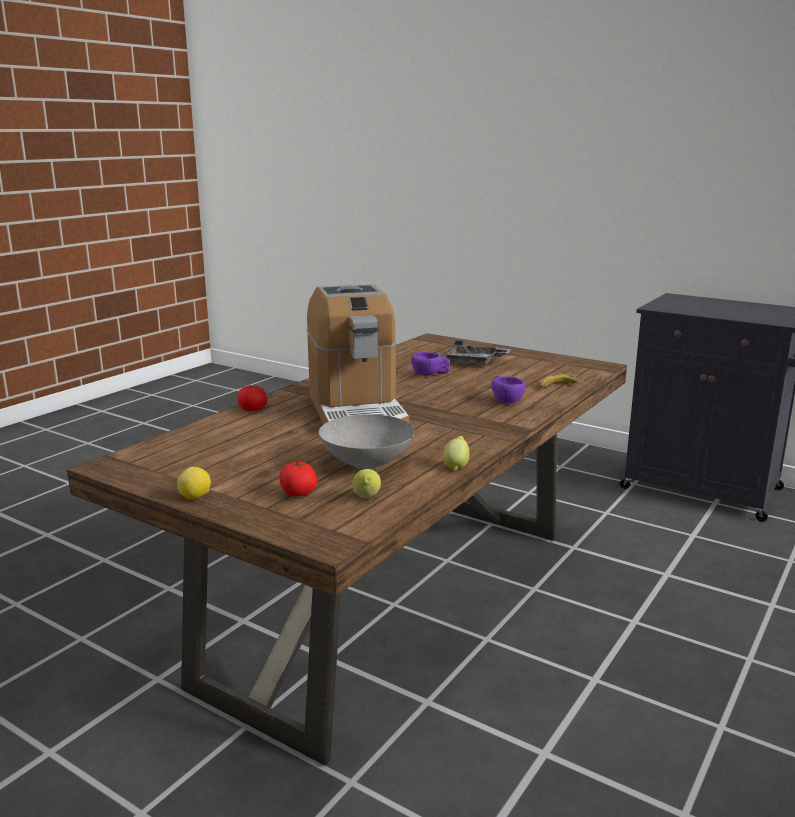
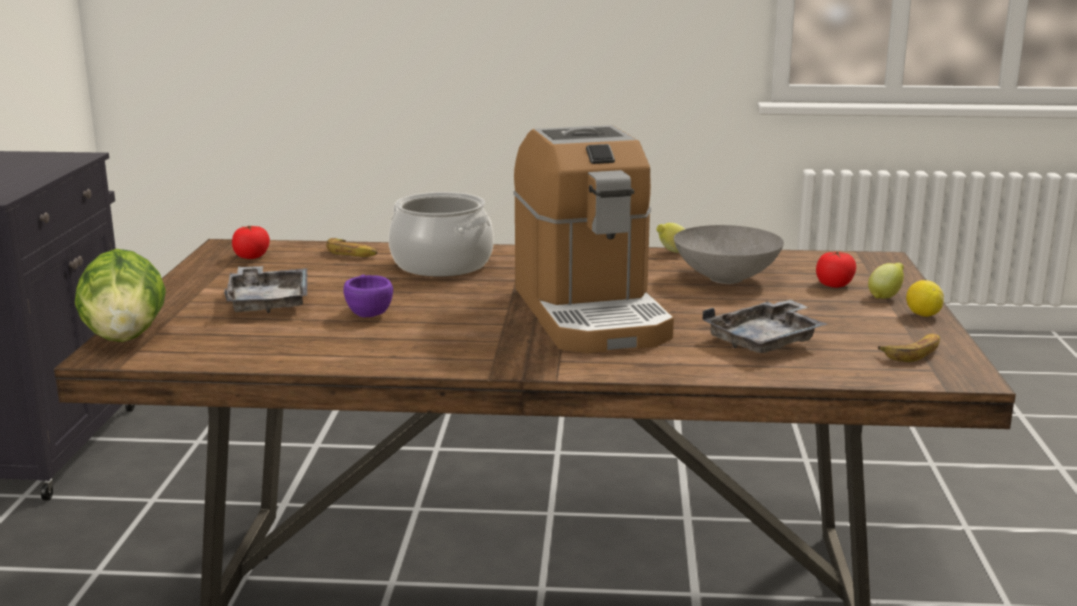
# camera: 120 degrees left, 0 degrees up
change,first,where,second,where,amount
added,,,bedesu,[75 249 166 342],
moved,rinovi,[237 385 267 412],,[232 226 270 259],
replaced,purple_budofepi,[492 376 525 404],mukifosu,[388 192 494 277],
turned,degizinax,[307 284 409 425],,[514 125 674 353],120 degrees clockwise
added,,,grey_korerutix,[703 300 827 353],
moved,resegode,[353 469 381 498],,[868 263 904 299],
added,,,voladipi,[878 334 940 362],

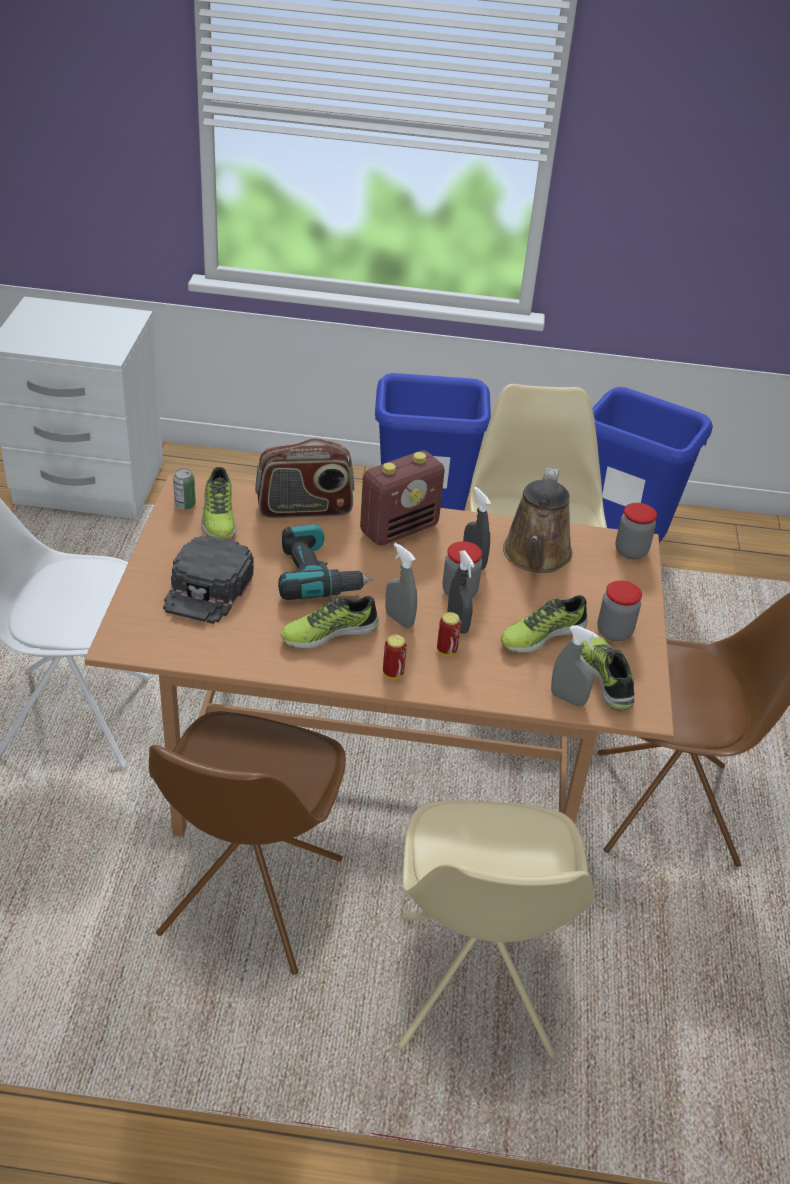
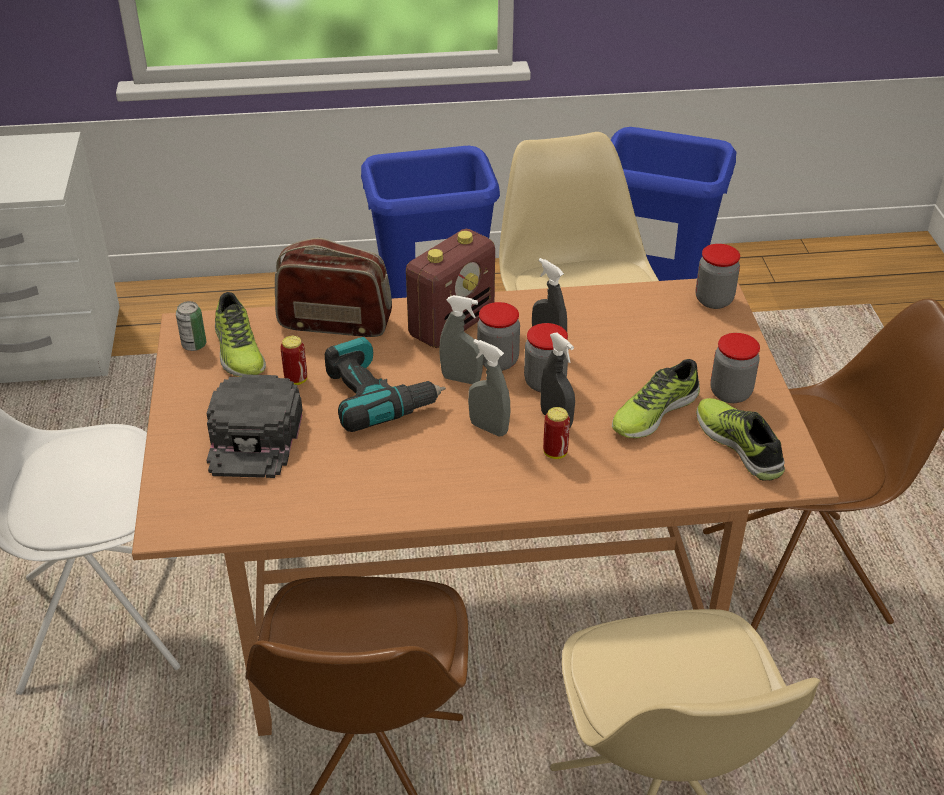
# camera: 10 degrees left, 0 degrees up
change,first,where,second,where,amount
turned,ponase,[255 438 354 518],,[275 238 392 337],150 degrees counterclockwise
moved,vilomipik,[383 634 407 679],,[280 336 307 385],
moved,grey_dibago,[551 625 599 707],,[439 295 483 384],
added,,,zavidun,[477 302 520 371],
removed,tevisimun,[281 596 379 649],,,
removed,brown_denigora,[503 468 573 573],,,

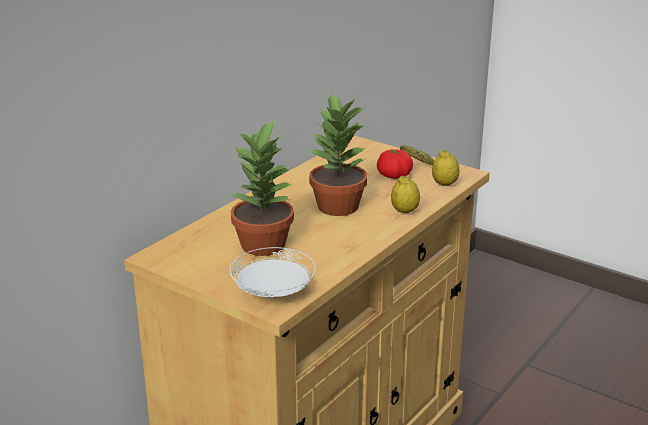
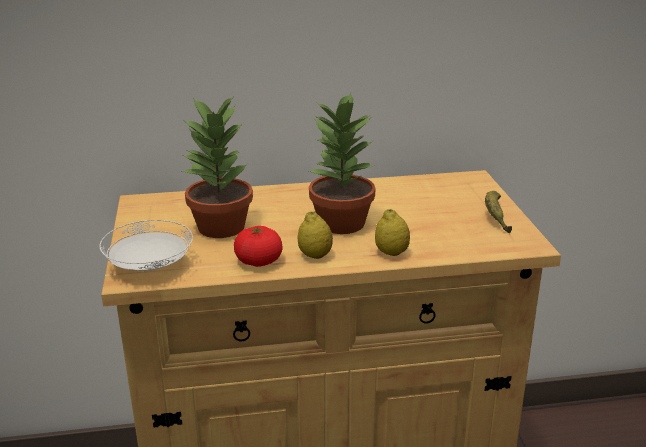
# camera: 45 degrees right, 0 degrees up
change,first,where,second,where,amount
moved,rinovi,[377 149 413 179],,[234 226 282 267],
moved,resegode,[432 150 460 186],,[298 211 333 259],

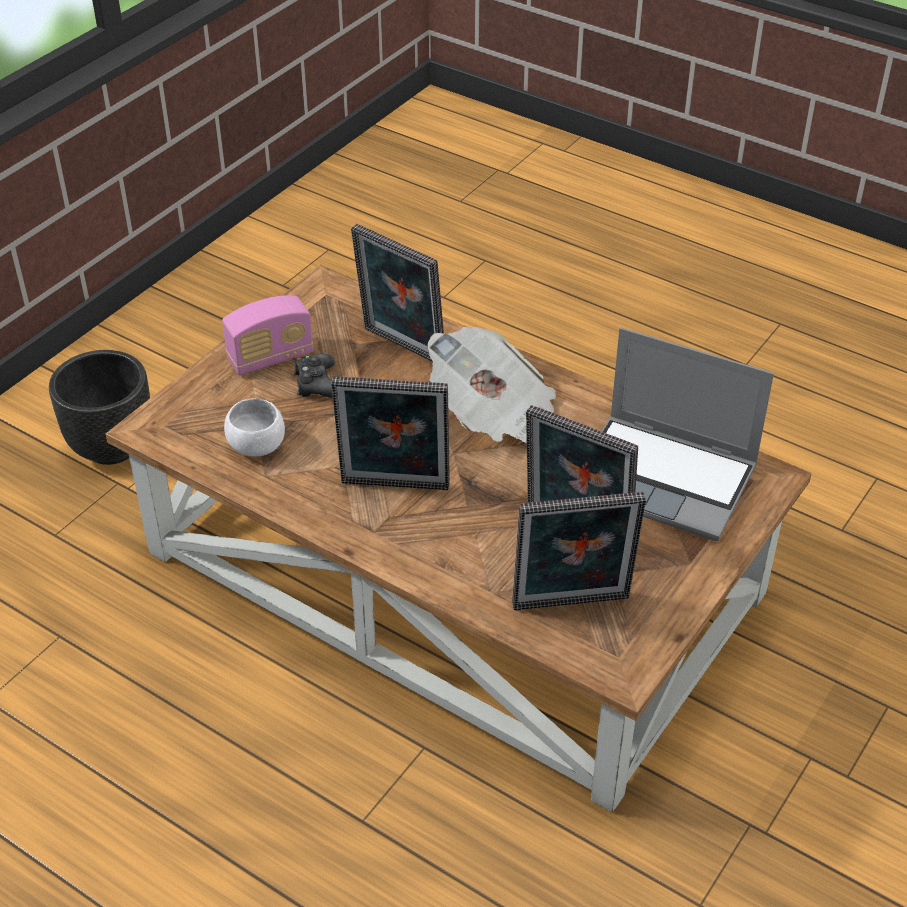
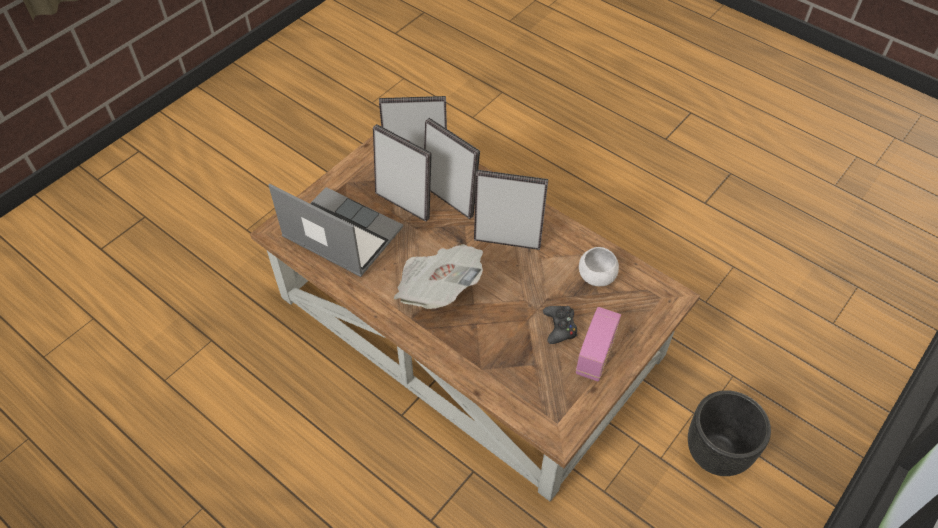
# camera: 175 degrees left, 10 degrees up
change,first,where,second,where,amount
moved,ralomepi,[351 224 444 362],,[424 118 480 219],
turned,ponase,[222 295 313 375],,[576 307 621 381],135 degrees clockwise

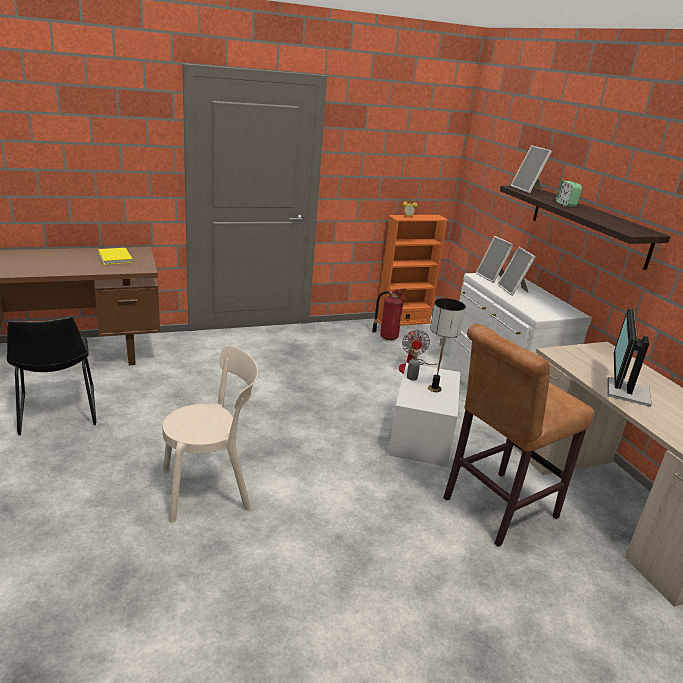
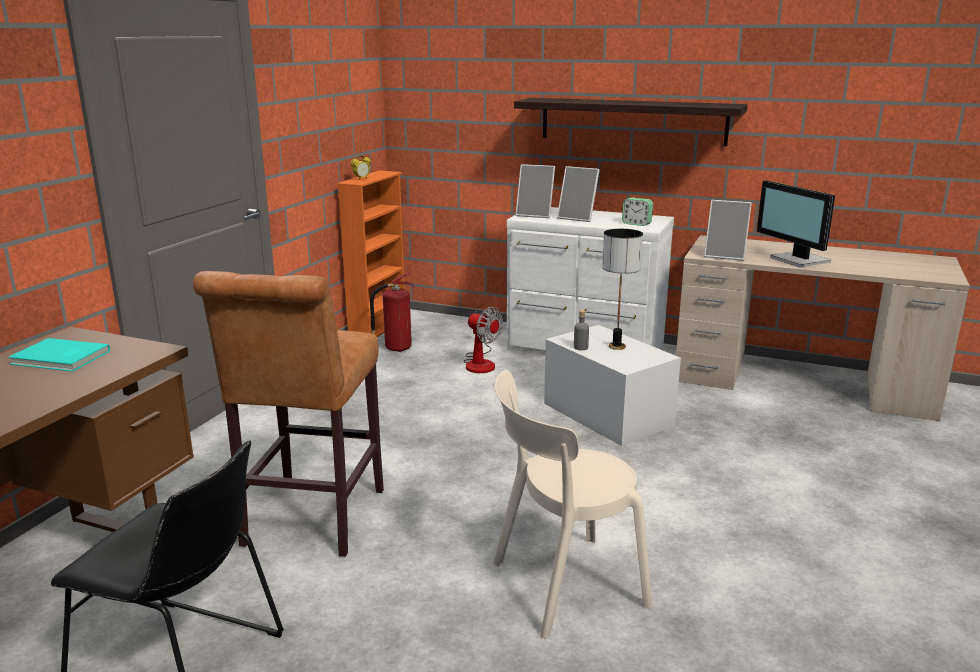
# camera: 45 degrees left, 5 degrees down
change,first,where,second,where,amount
recoloured,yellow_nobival,[98 248 133 265],turquoise_nobival,[8 338 110 372],
moved,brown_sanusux,[443 323 594 547],,[193 271 384 557],
turned,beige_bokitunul,[163 345 258 523],,[493 370 652 639],135 degrees counterclockwise
moved,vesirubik,[556 181 582 207],,[622 197 653 226],
moved,ralomepi,[511 145 552 193],,[704 200 752 261],

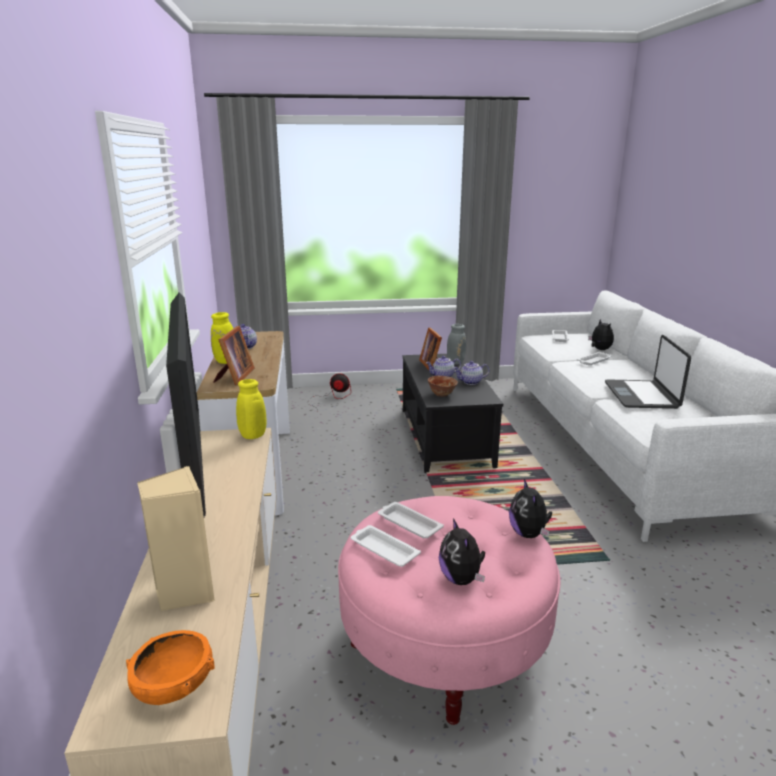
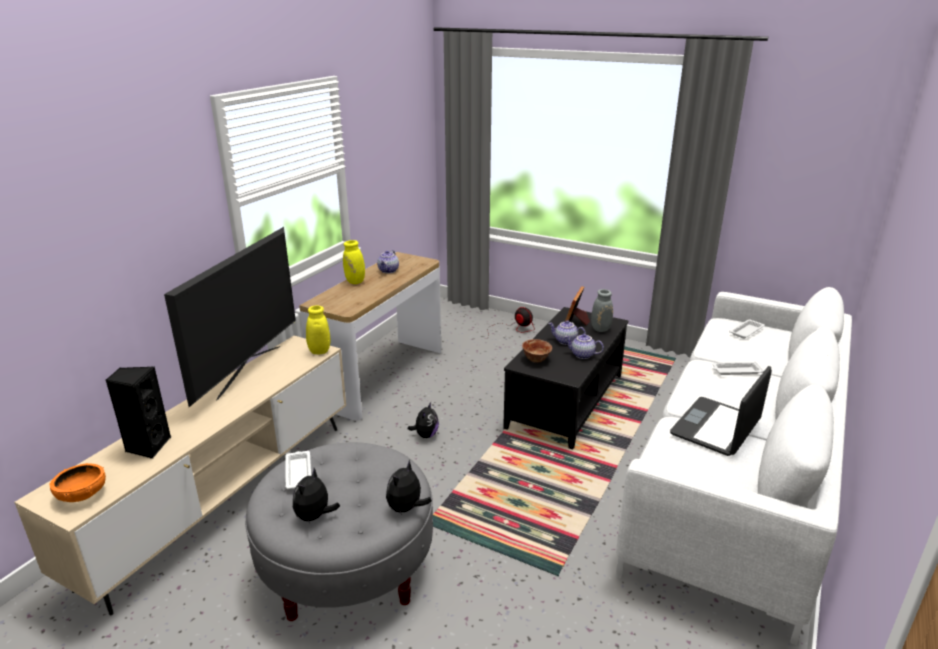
# camera: 35 degrees right, 5 degrees up
change,first,where,second,where,amount
recoloured,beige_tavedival,[137 466 215 611],black_tavedival,[105 366 171 459],
recoloured,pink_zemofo,[338 496 561 725],grey_zemofo,[245 442 433 621],
moved,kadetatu,[588 319 614 350],,[408 402 439 438],
removed,ralomepi,[213 326 255 385],,,
removed,white_korerutix,[378 502 444 538],,,

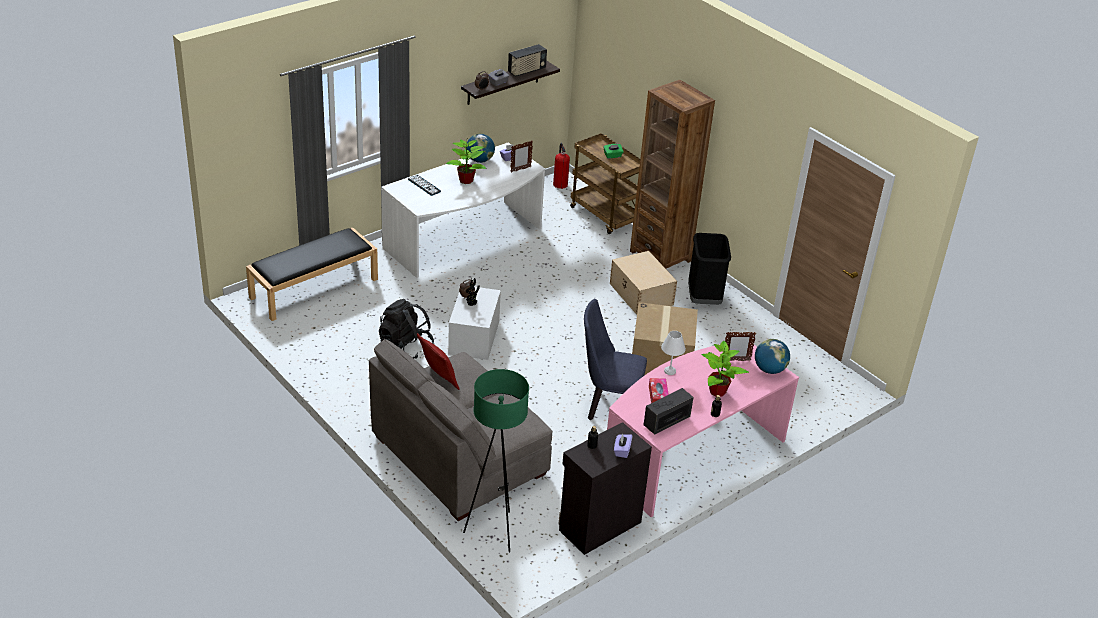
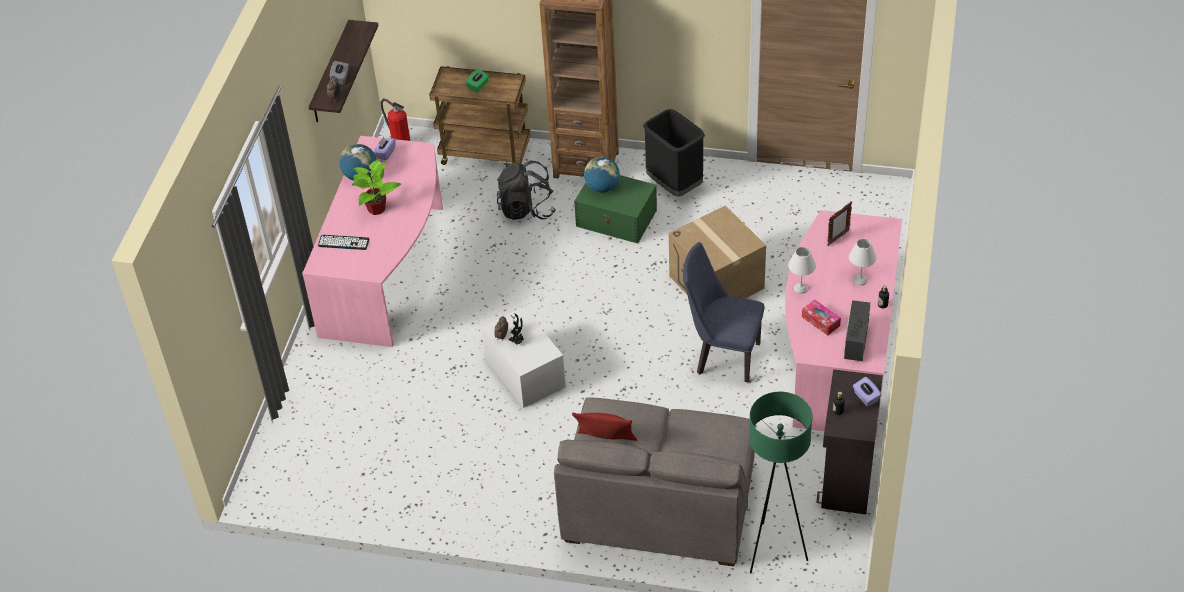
# camera: 35 degrees left, 10 degrees up
change,first,where,second,where,amount
recoloured,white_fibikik,[381 142 545 278],pink_fibikik,[302 136 443 347],
moved,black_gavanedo,[379 299 434 359],,[497 160 556 220],
recoloured,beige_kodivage,[610 251 677 315],green_kodivage,[574 175 657 244],
moved,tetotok,[755 339 790 374],,[584 157 620 193],
turned,blue_bokitunul,[584 299 647 420],,[683 242 764 383],45 degrees clockwise
replaced,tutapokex,[702 341 749 397],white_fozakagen,[849 238 876 286],
removed,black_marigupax,[246 228 378 321],,,
removed,ponase,[508 44 547 77],,,
removed,ralomepi,[510 140 533 173],,,

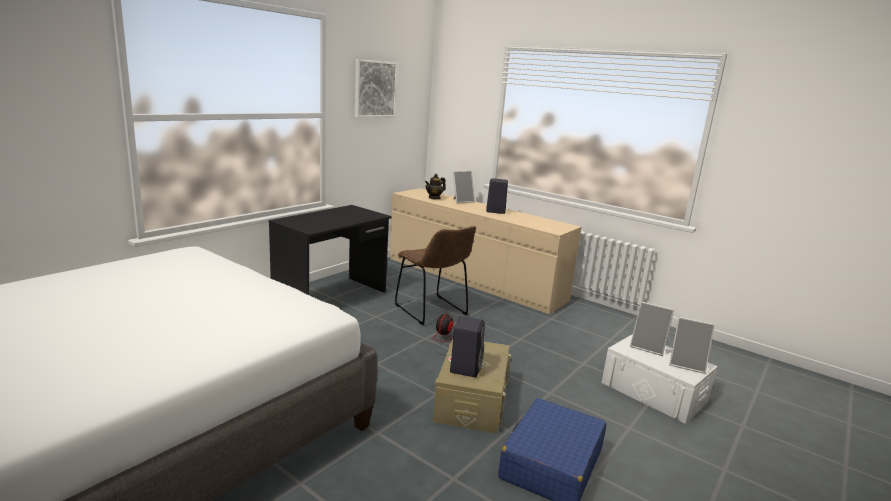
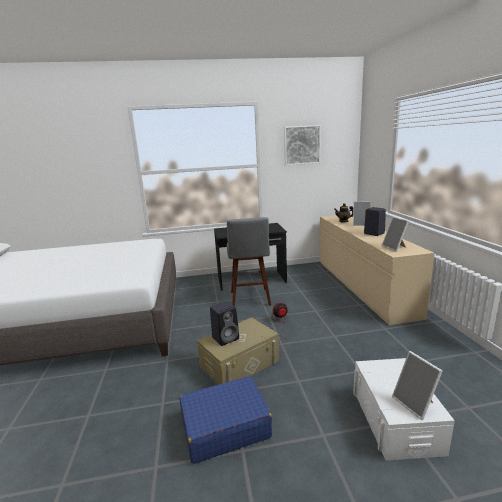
# camera: 45 degrees right, 0 degrees up
change,first,where,second,where,amount
added,,,grey_sanusux,[227 217 271 306],
moved,ralomepi,[630 301 674 356],,[382 217 409 252],
removed,brown_bokitunul,[395 226 476 325],,,

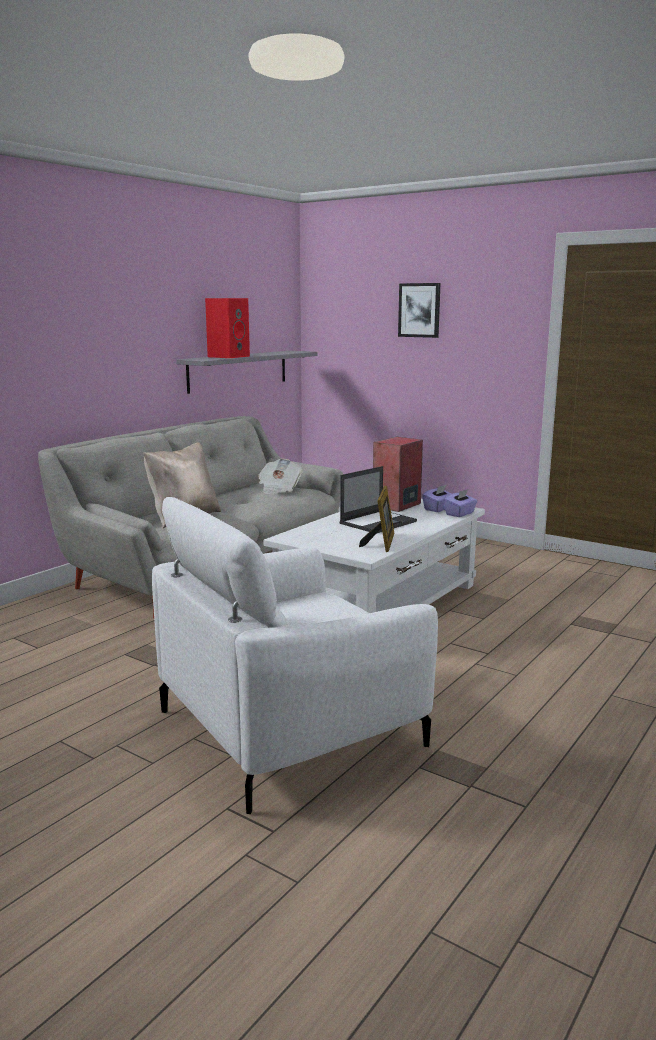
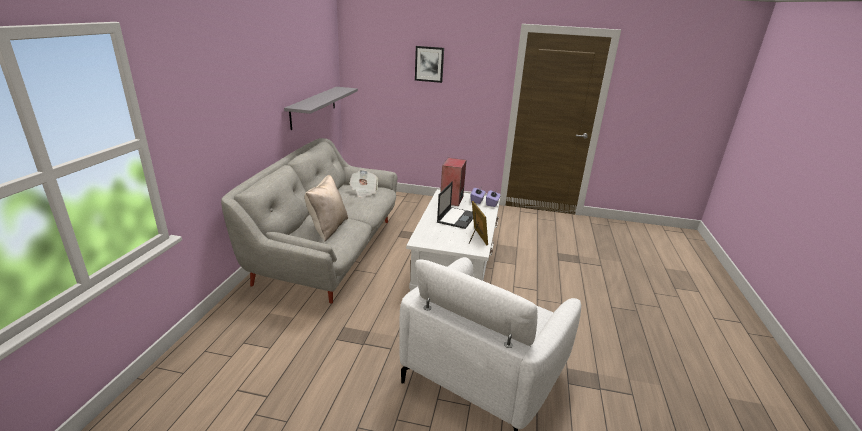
# camera: 25 degrees left, 10 degrees up
change,first,where,second,where,amount
removed,red_tavedival,[205 298 250 358],,,

